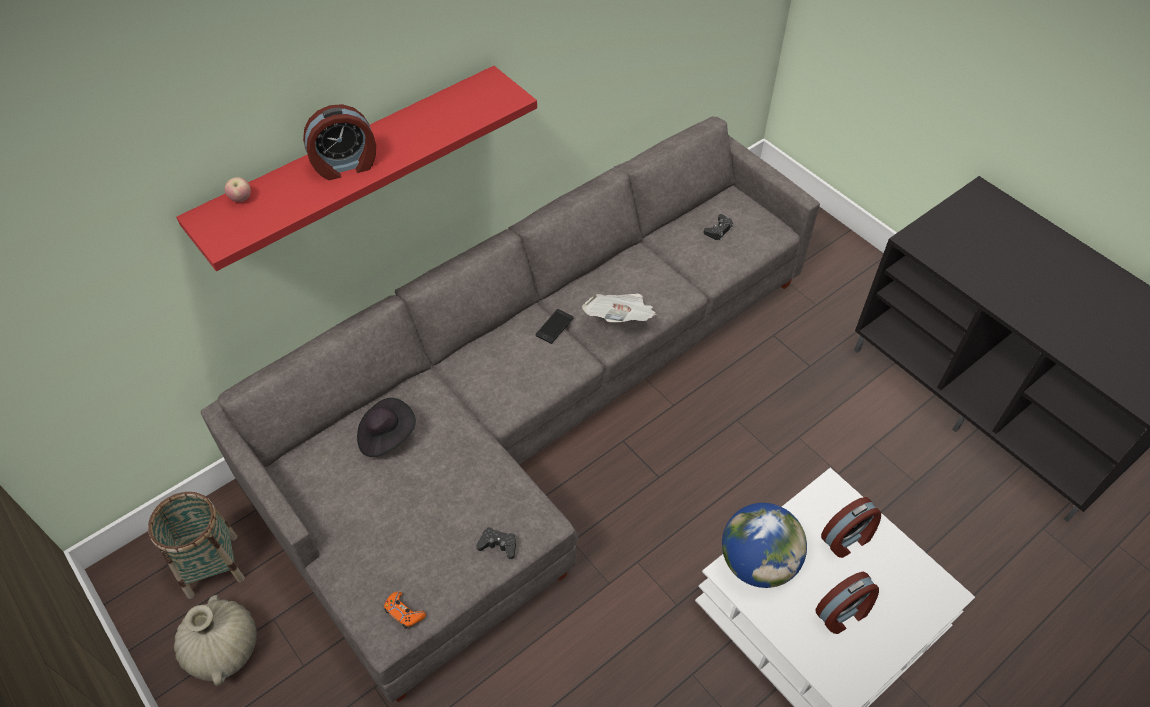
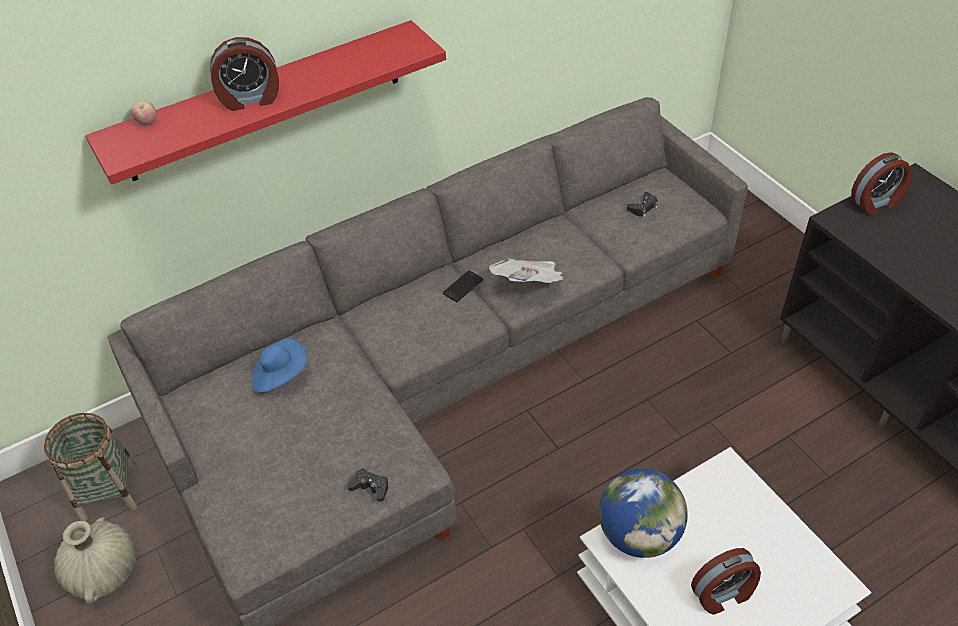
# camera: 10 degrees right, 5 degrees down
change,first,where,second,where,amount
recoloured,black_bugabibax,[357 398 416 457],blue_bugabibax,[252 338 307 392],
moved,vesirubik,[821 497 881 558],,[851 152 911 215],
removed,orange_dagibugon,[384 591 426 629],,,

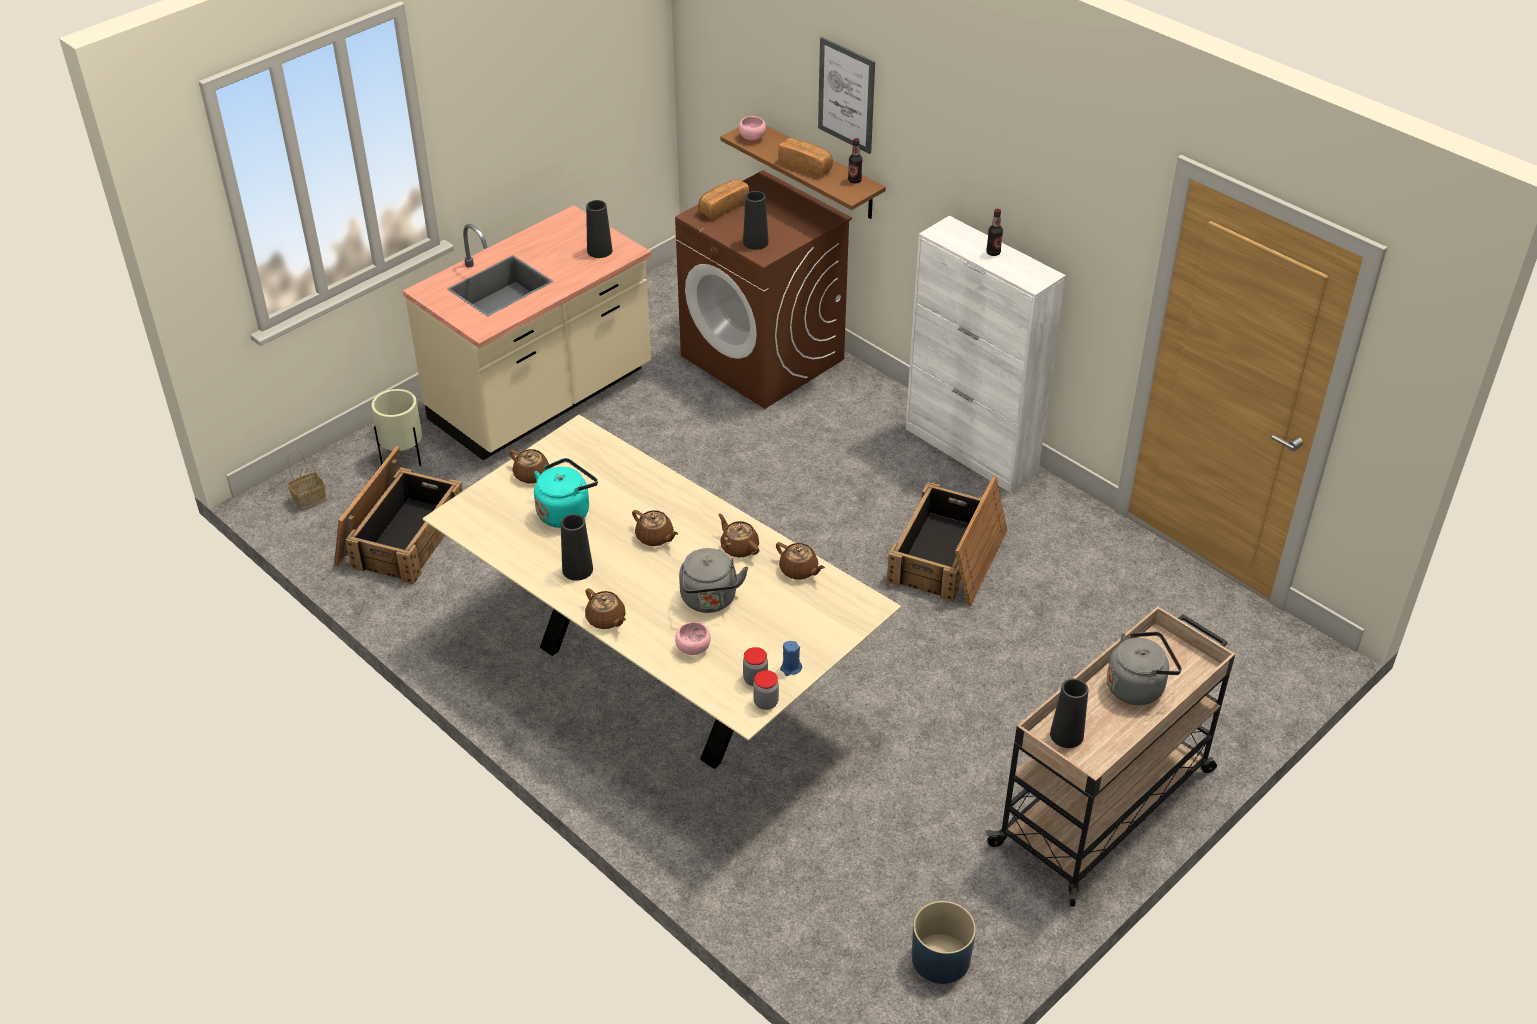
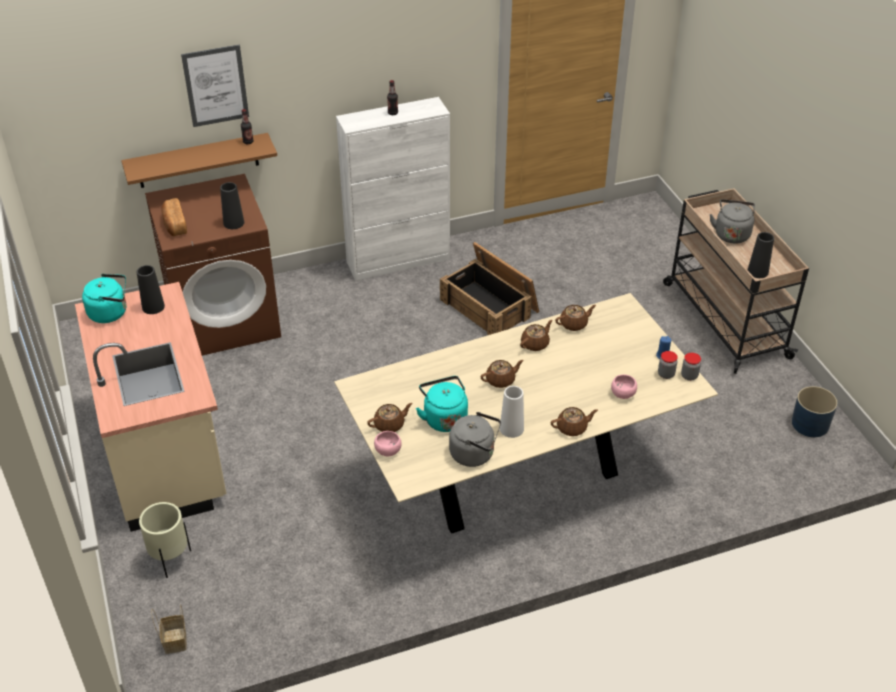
# camera: 65 degrees left, 0 degrees up
change,first,where,second,where,amount
added,,,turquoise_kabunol,[82 274 126 323],
moved,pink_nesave,[739 116 766 140],,[374 431 402 457],
moved,grey_kabunol,[679 548 748 613],,[449 412 501 467],
recoloured,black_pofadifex,[561 514 593 581],white_pofadifex,[500 386 524 438],
turned,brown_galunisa,[718 513 759 558],,[520 320 552 351],150 degrees clockwise
removed,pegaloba,[334 446 463 585],,,
removed,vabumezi,[778 138 833 176],,,

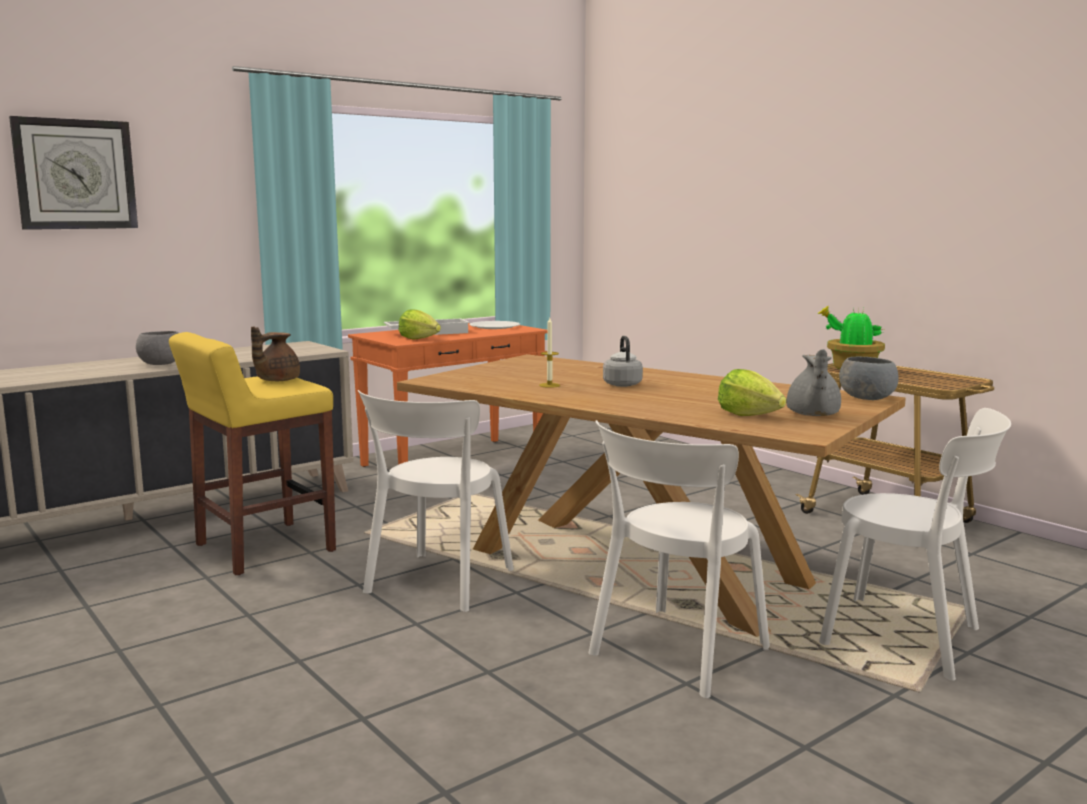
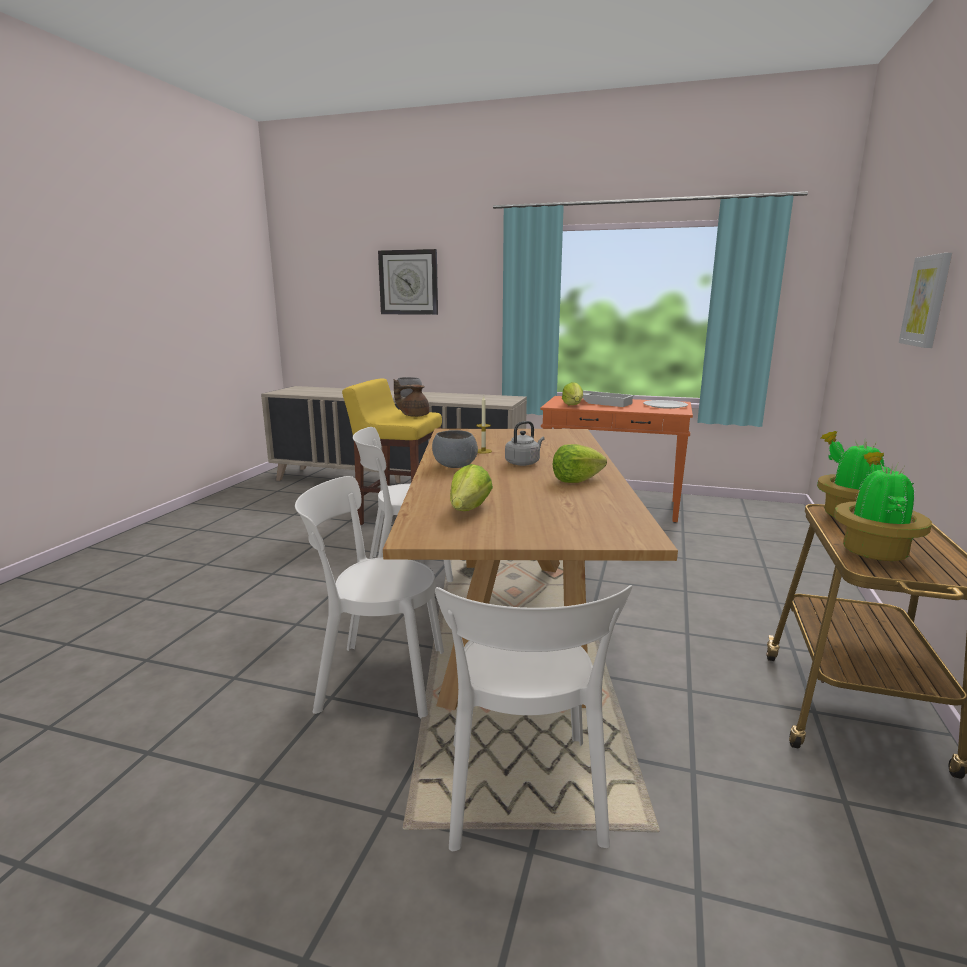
# camera: 55 degrees right, 5 degrees up
change,first,where,second,where,amount
moved,grey_nesave,[839 357 899 400],,[432 430 478 468],
added,,,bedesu,[553 444 607 483],
added,,,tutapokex,[834 452 932 561],
added,,,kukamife,[899 253 952 348],
removed,grey_galunisa,[786 349 841 416],,,

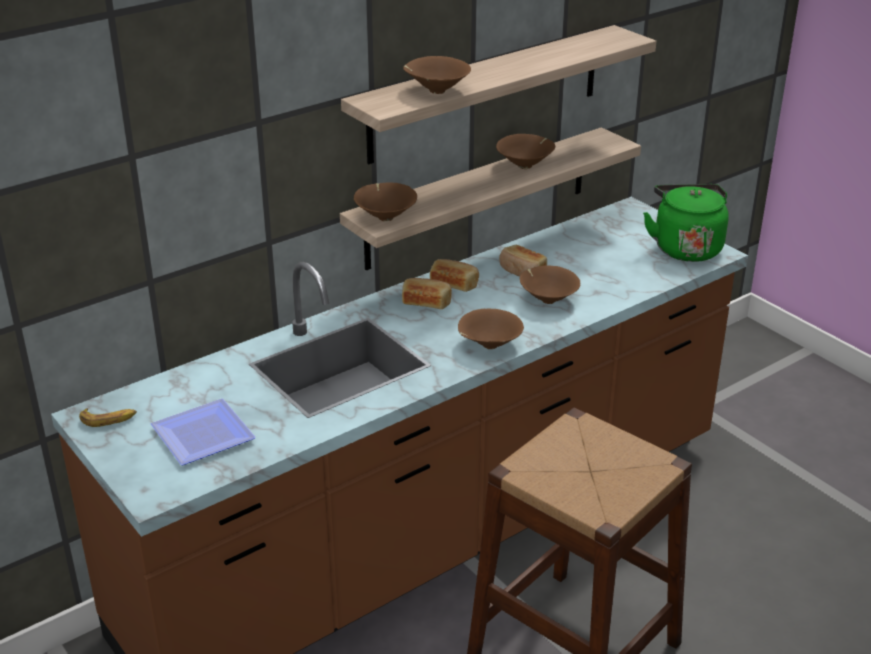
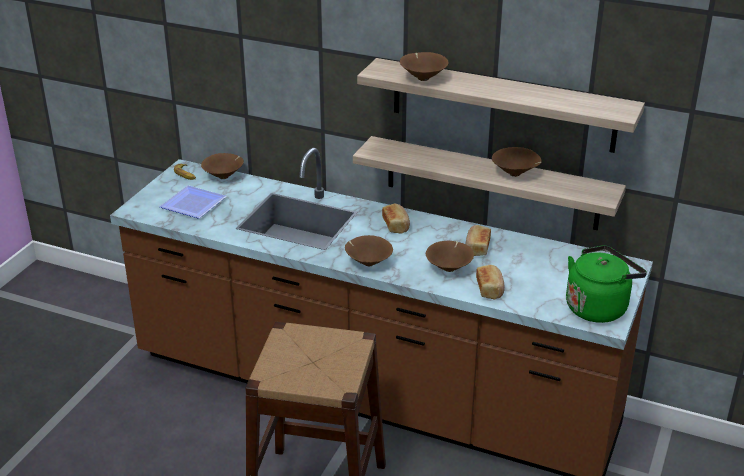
# camera: 60 degrees right, 0 degrees up
change,first,where,second,where,amount
moved,brown_nesave,[354 183 417 221],,[201 153 244 179],
moved,vabumezi,[430 259 479 292],,[476 265 505 299],

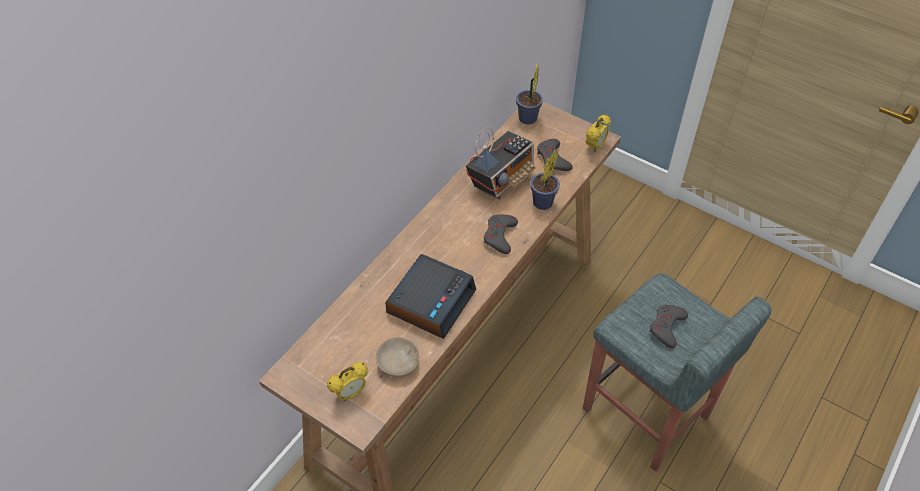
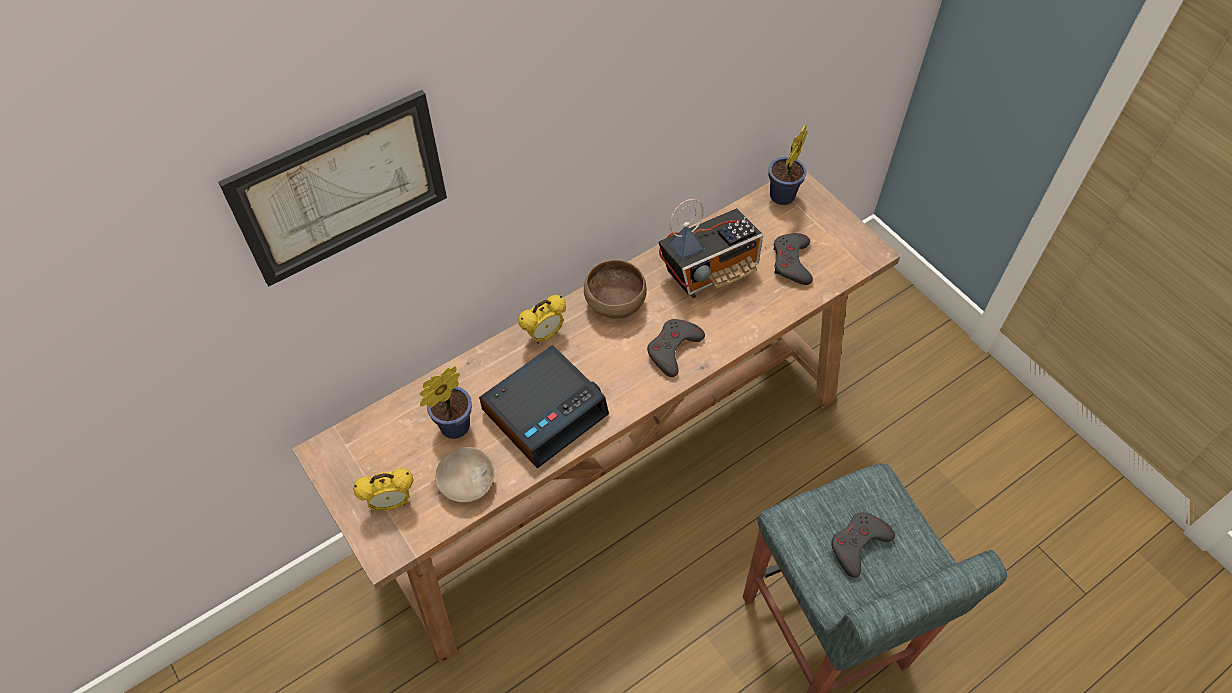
# camera: 20 degrees right, 5 degrees up
change,first,where,second,where,amount
added,,,kukamife,[218 90 447 287],
moved,tutapokex,[530 149 560 210],,[420 366 472 439],
moved,vesirubik,[586 114 611 152],,[518 295 566 344],
added,,,brown_nesave,[584 260 647 318],

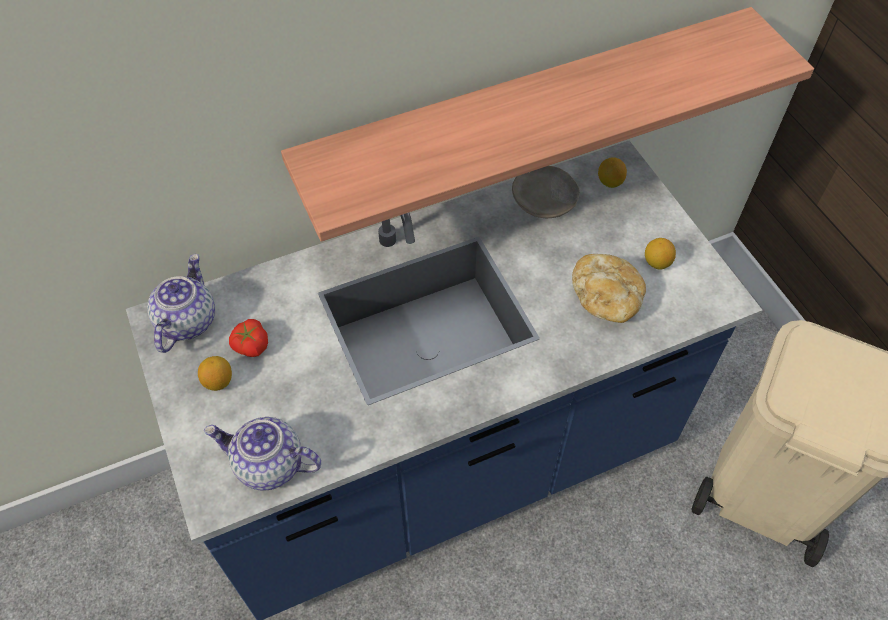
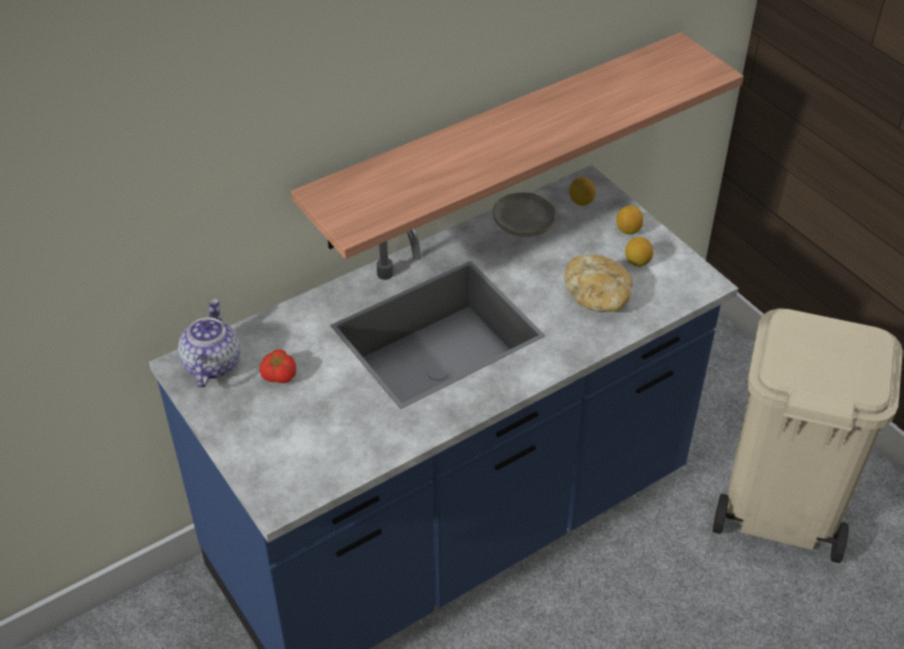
# camera: 10 degrees left, 10 degrees down
change,first,where,second,where,amount
moved,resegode,[198 356 232 391],,[616 205 643 235],
removed,galunisa,[204 417 321 491],,,

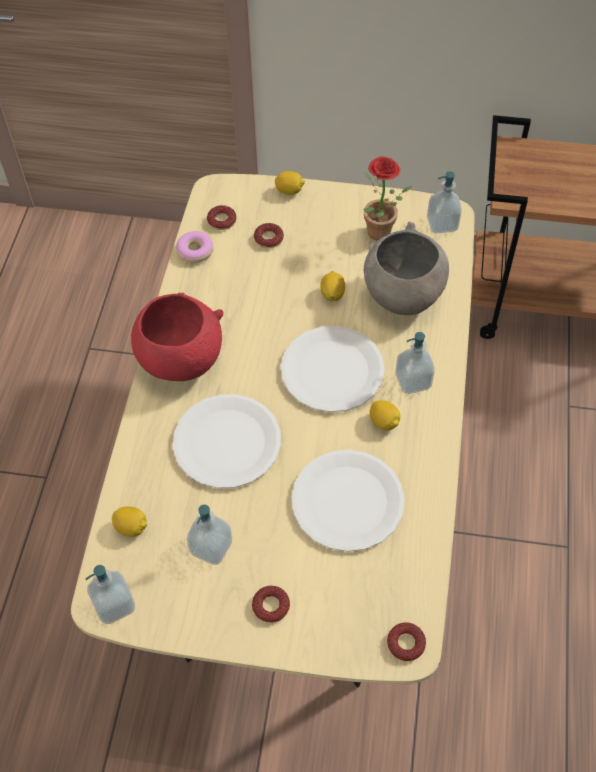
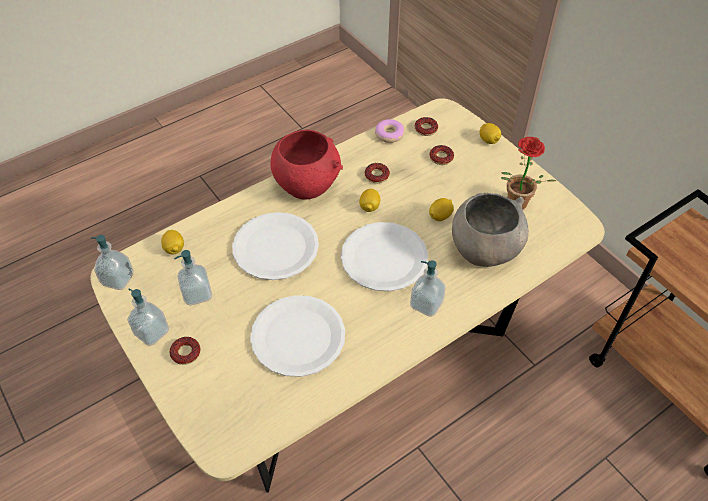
# camera: 45 degrees right, 5 degrees down
change,first,where,second,where,amount
moved,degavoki,[427 171 462 233],,[127 288 169 346],
moved,resegode,[370 400 400 431],,[359 189 380 212],
moved,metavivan,[387 623 426 661],,[365 163 390 183],

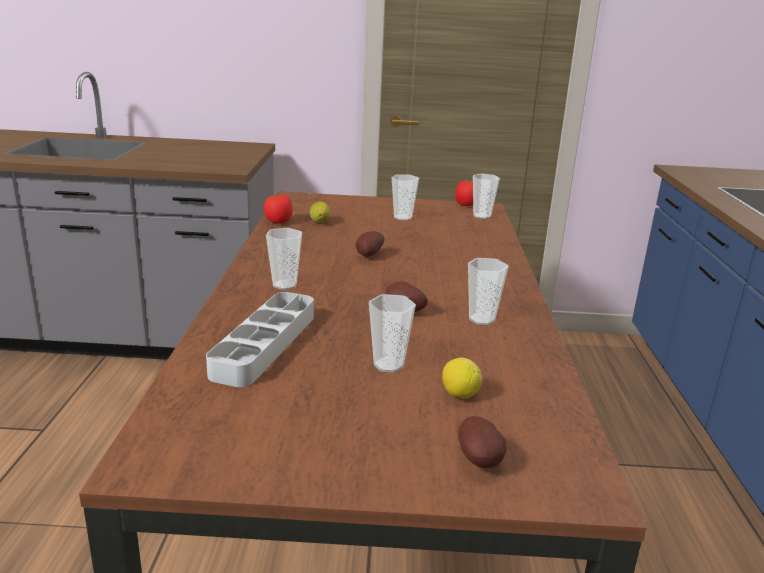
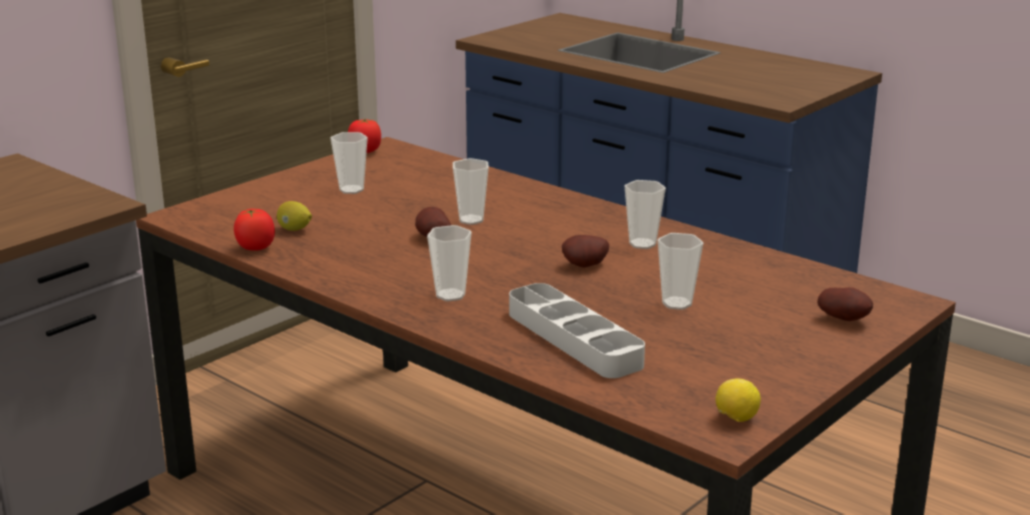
# camera: 50 degrees left, 0 degrees up
change,first,where,second,where,amount
moved,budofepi,[473 174 500 219],,[453 158 489 225],
moved,resegode,[442 358 482 398],,[716 379 761 422],

